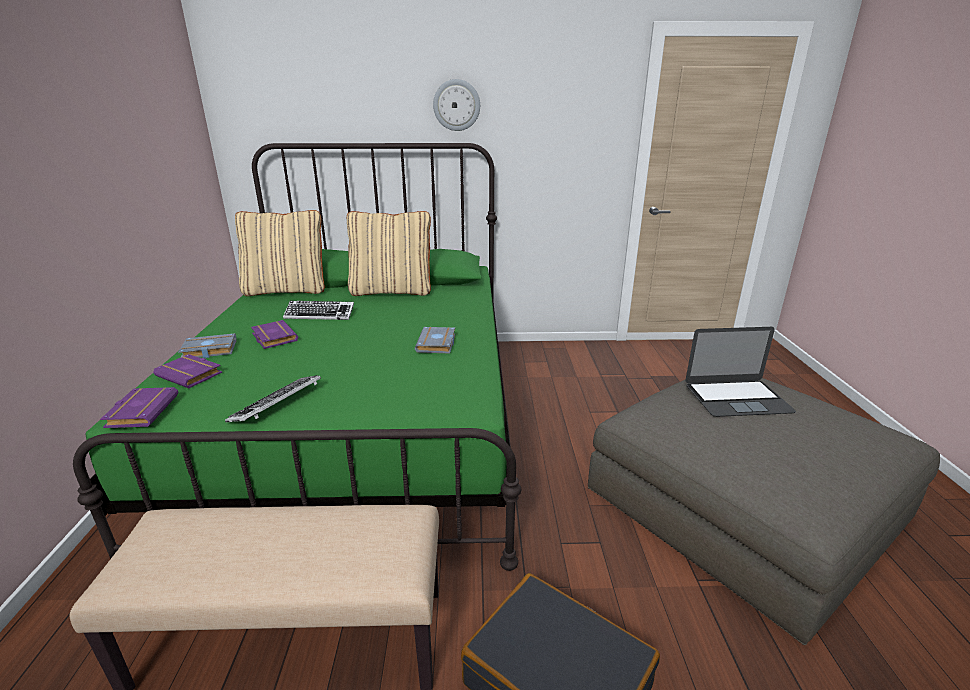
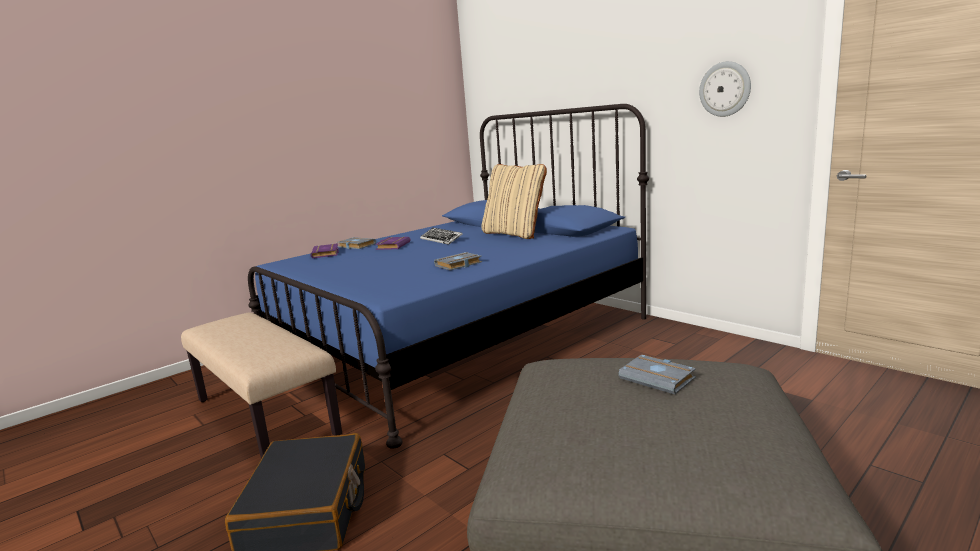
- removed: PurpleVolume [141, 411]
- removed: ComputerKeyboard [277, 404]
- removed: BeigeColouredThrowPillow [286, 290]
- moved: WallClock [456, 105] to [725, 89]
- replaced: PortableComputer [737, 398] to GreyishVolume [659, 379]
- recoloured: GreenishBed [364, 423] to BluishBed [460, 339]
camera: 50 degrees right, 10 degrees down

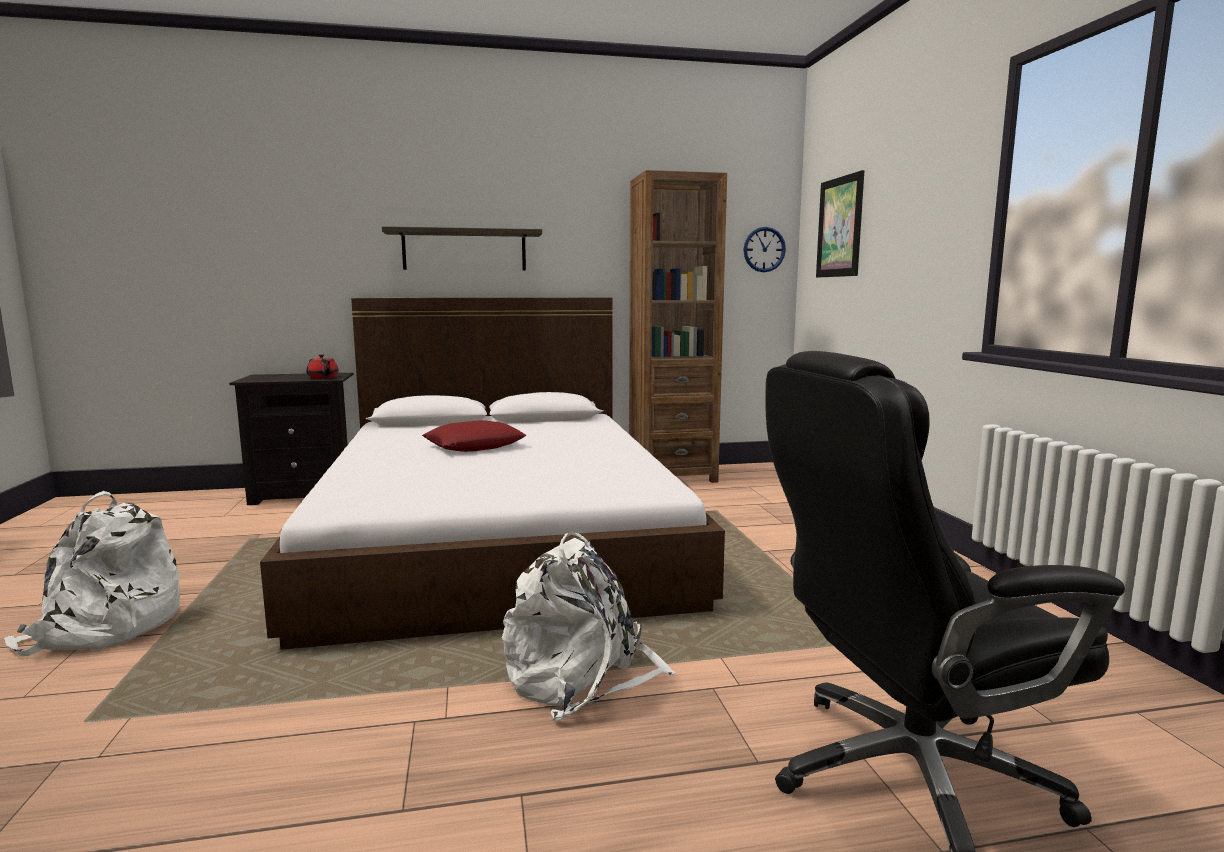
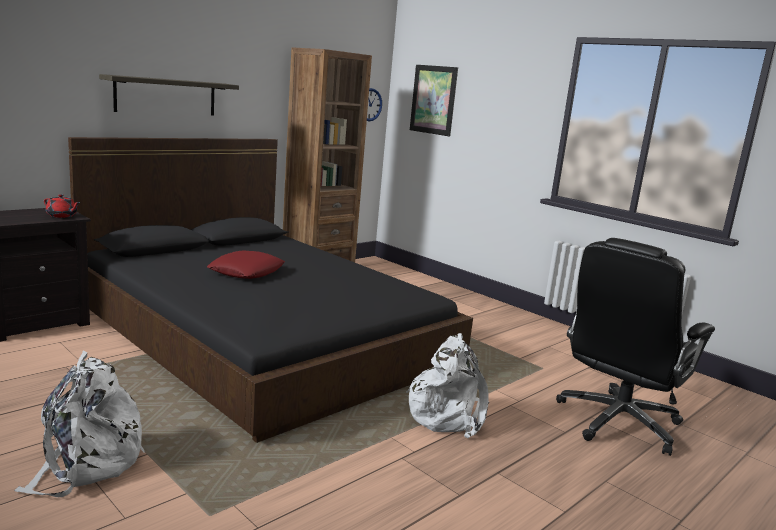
- recoloured: WhiteBed [498, 530] to BlackishBed [262, 334]
camera: 35 degrees left, 5 degrees up

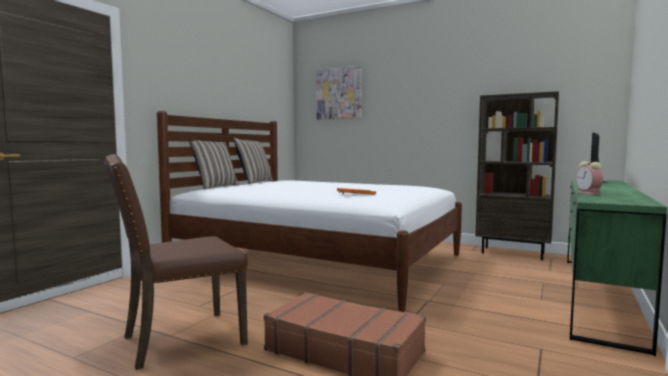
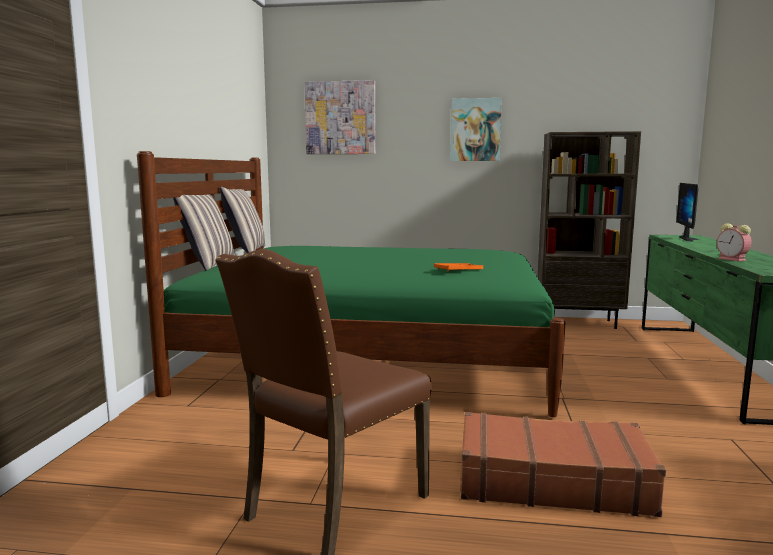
- added: Picture [475, 130]
- recoloured: WhiteBed [318, 261] to GreenishBed [372, 359]
camera: 20 degrees left, 5 degrees up

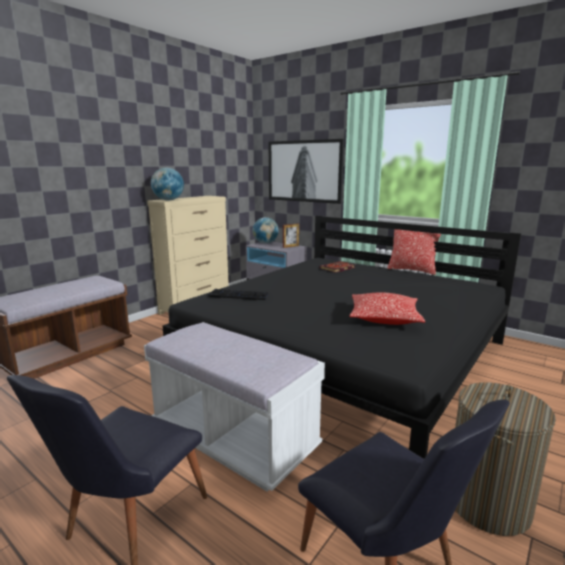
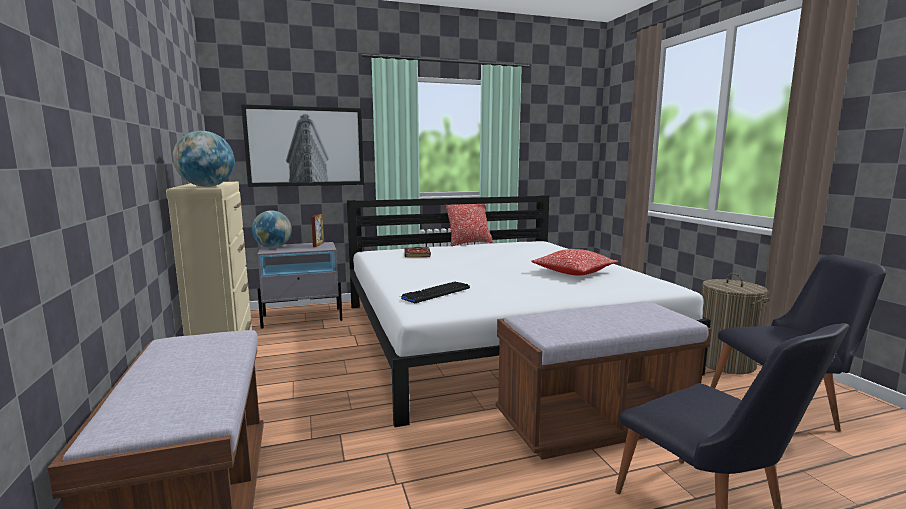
- recoloured: WhiteIndoorBench [233, 439] to BrownishIndoorBench [594, 424]
- recoloured: BlackishBed [346, 355] to WhiteBed [495, 334]
camera: 55 degrees left, 5 degrees down

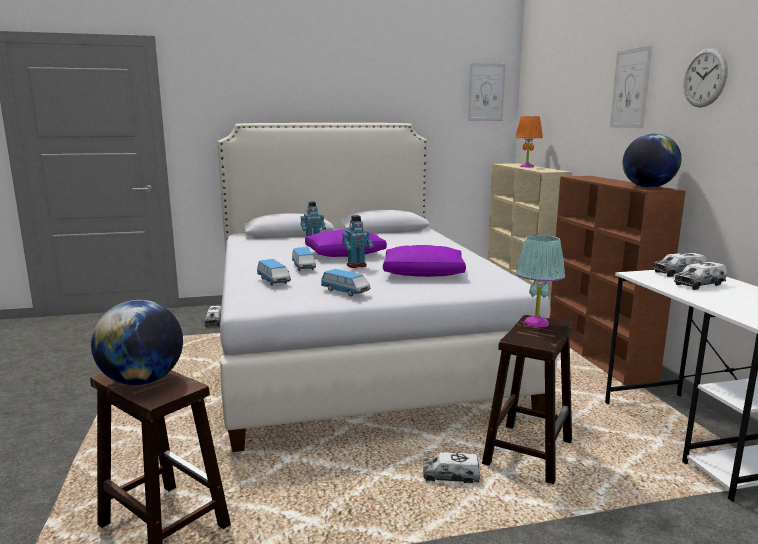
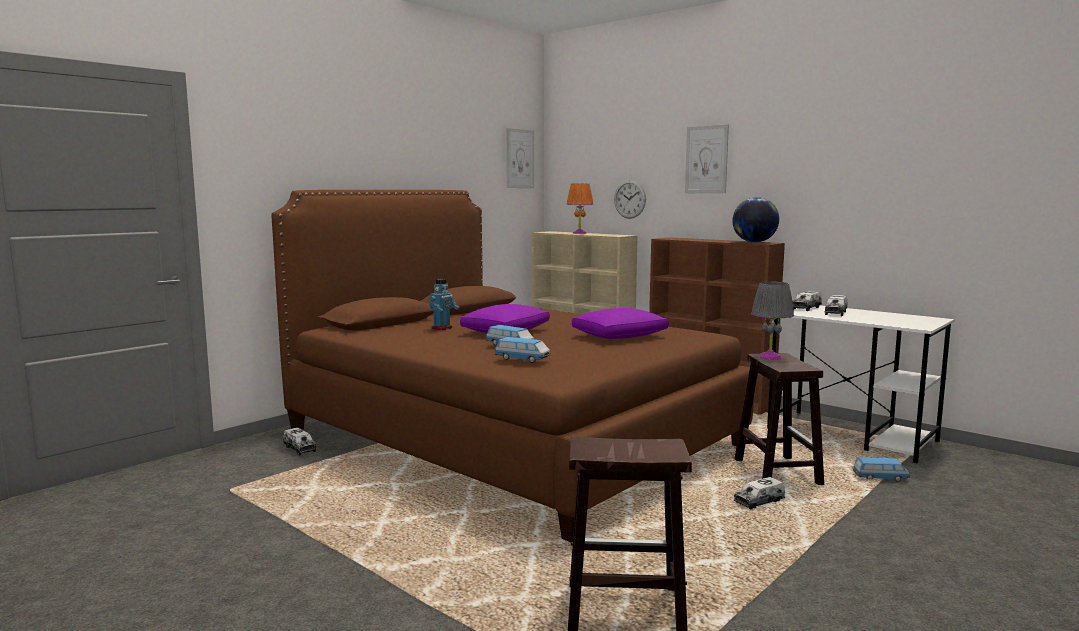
- removed: WorldGlobe [142, 381]
- removed: ToyRobot [356, 265]
- moved: MiniatureCar [345, 292] to [880, 478]
- moved: WallClock [704, 78] to [630, 199]
- recoloured: WhiteBed [354, 347] to BrownishBed [508, 437]
- recoloured: BlueGreenTabletopLamp [537, 323] to GreyishTabletopLamp [770, 357]
camera: 35 degrees left, 5 degrees down

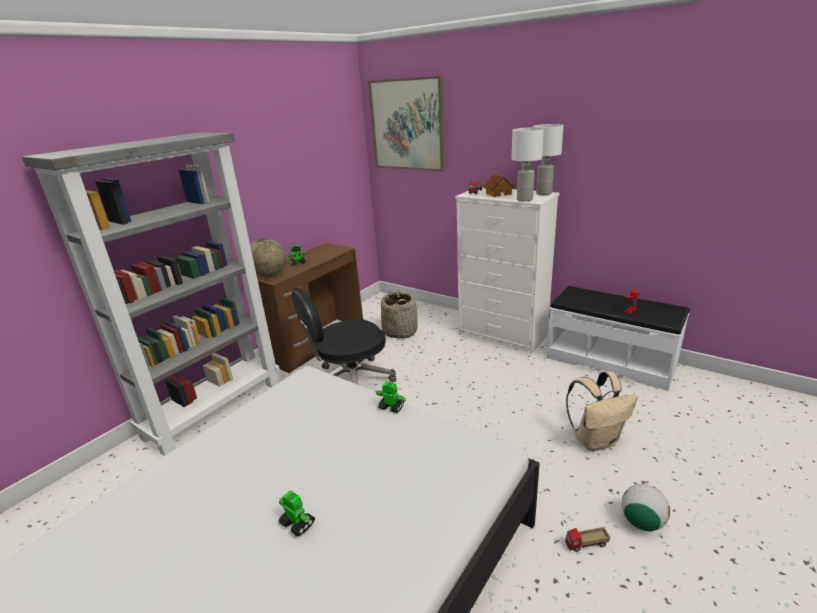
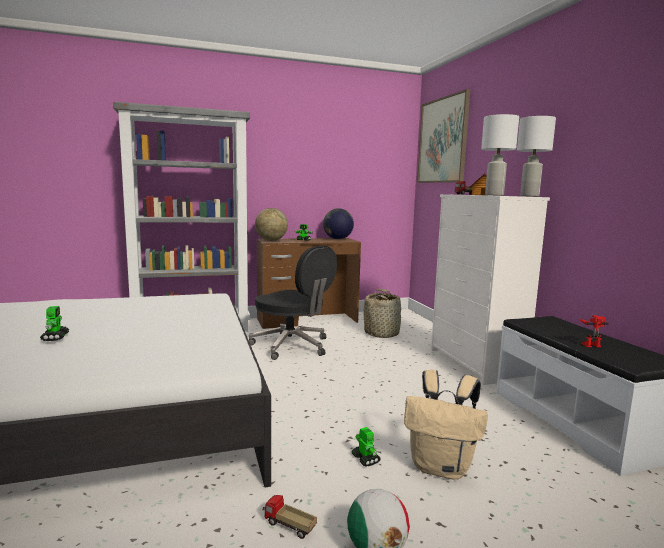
- added: WorldGlobe [337, 239]
- moved: ToyRobot [391, 407] to [365, 459]
- turned: BlackishDeskChair [350, 381] = [292, 346] 150 degrees counterclockwise
camera: 35 degrees right, 15 degrees down

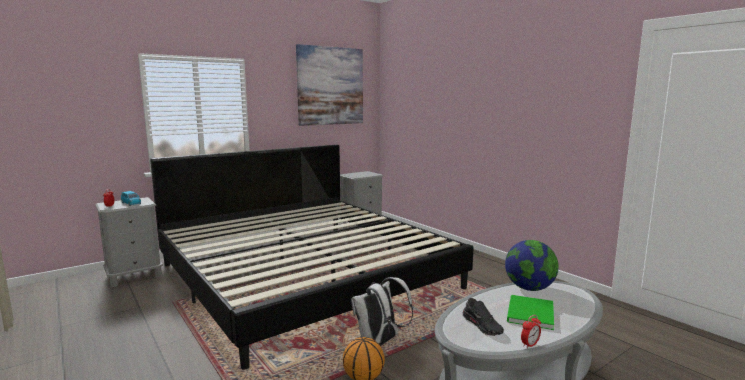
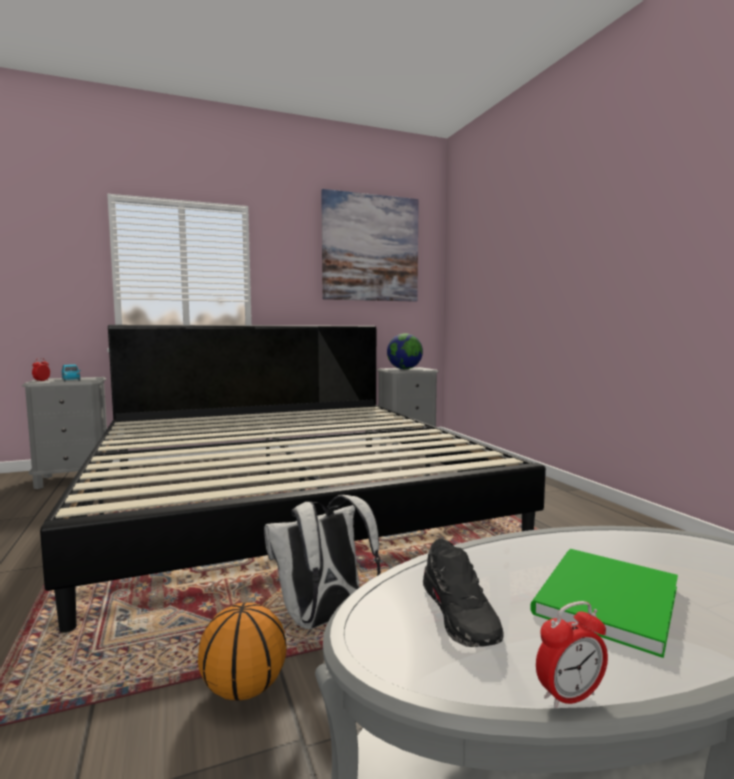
- moved: WorldGlobe [529, 288] to [404, 369]
camera: 15 degrees right, 5 degrees down

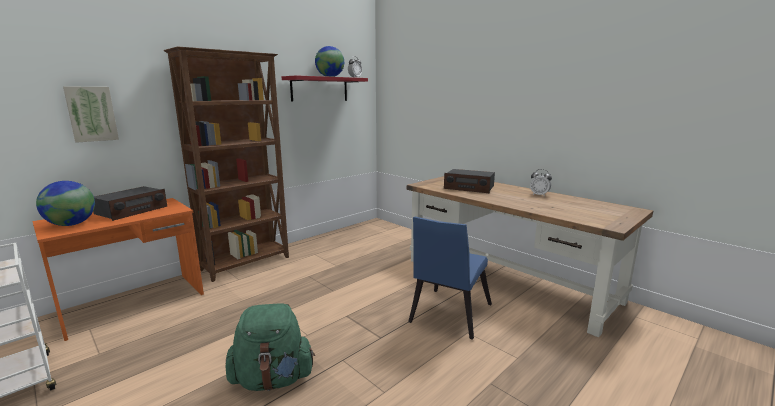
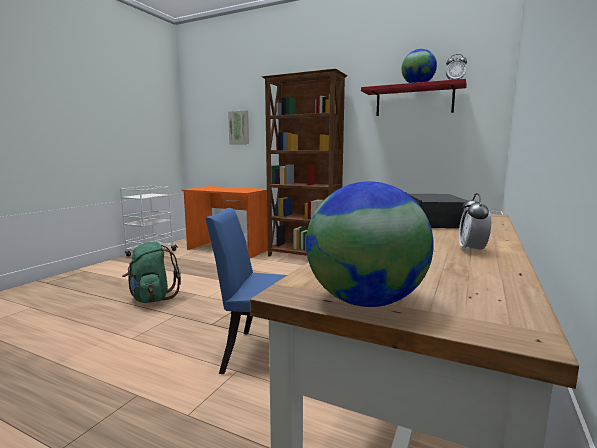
- removed: RadioReceiver [132, 210]
- moved: WorldGlobe [71, 224] to [365, 301]
camera: 70 degrees right, 5 degrees down

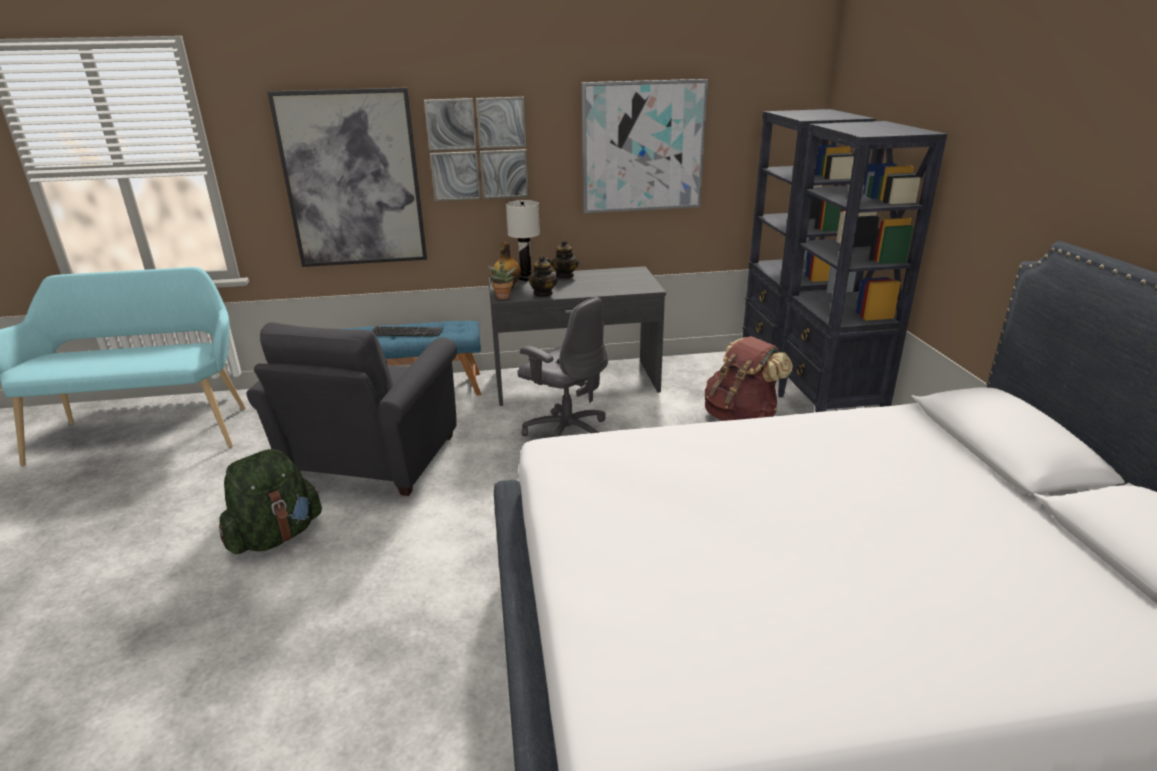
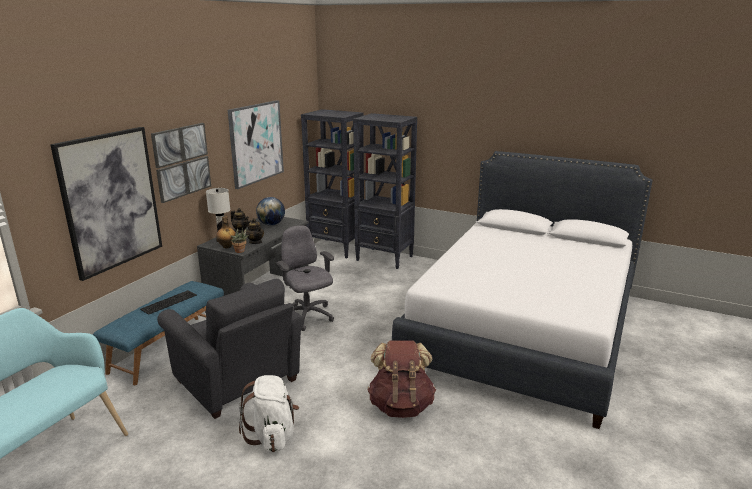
- added: WorldGlobe [271, 224]
- moved: BrownishKnapsack [740, 417] to [401, 405]
- recoloured: GreenishKnapsack [276, 536] to WhiteKnapsack [272, 435]
- turned: GreyishDeskChair [567, 434] = [307, 317] 105 degrees counterclockwise
camera: 55 degrees left, 5 degrees down

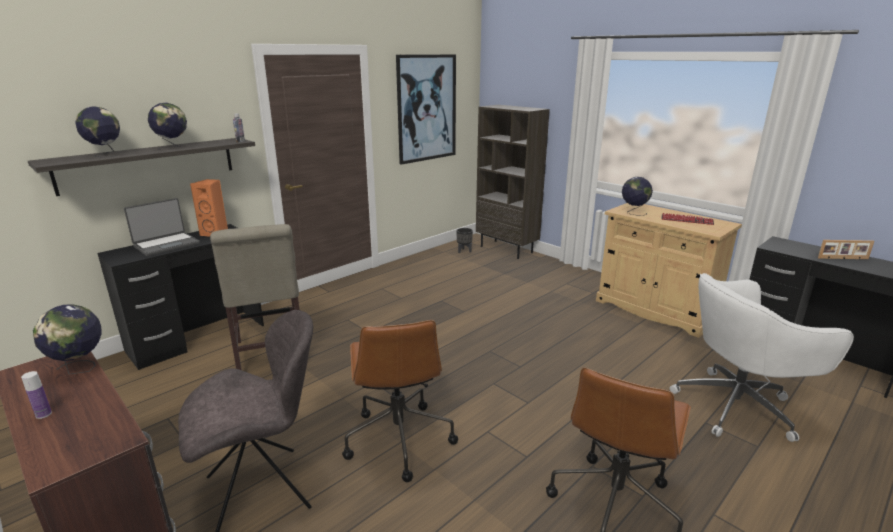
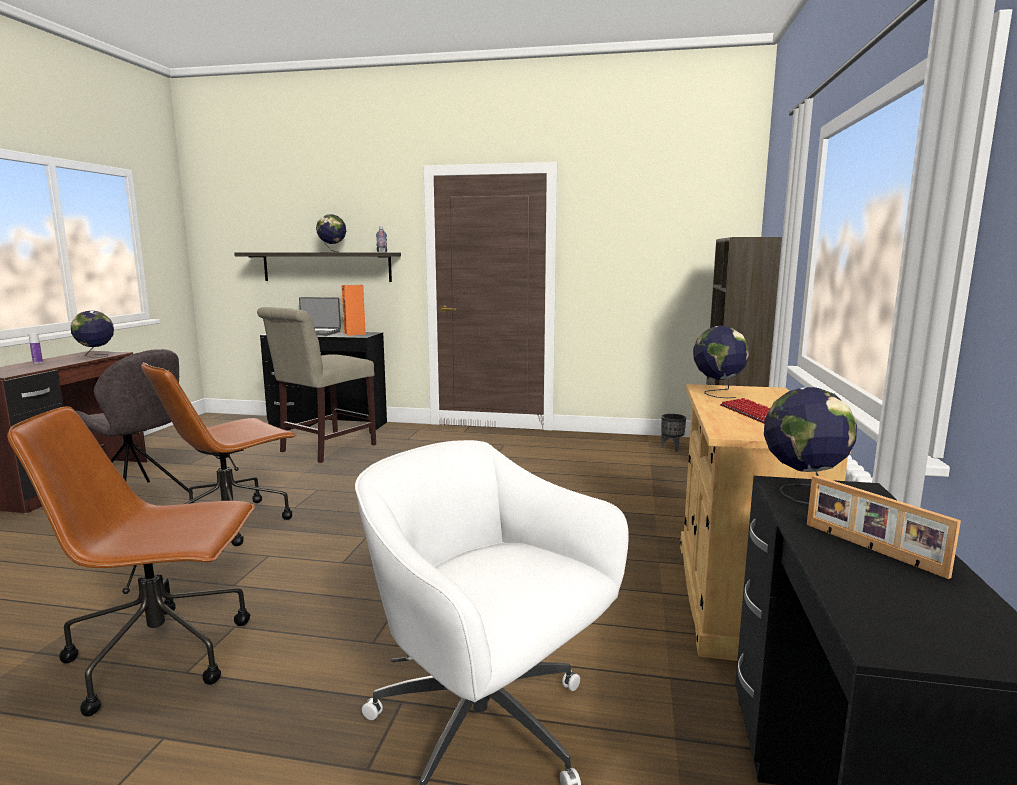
- removed: Picture [427, 108]
- moved: WorldGlobe [105, 155] to [802, 491]
camera: 55 degrees right, 10 degrees down

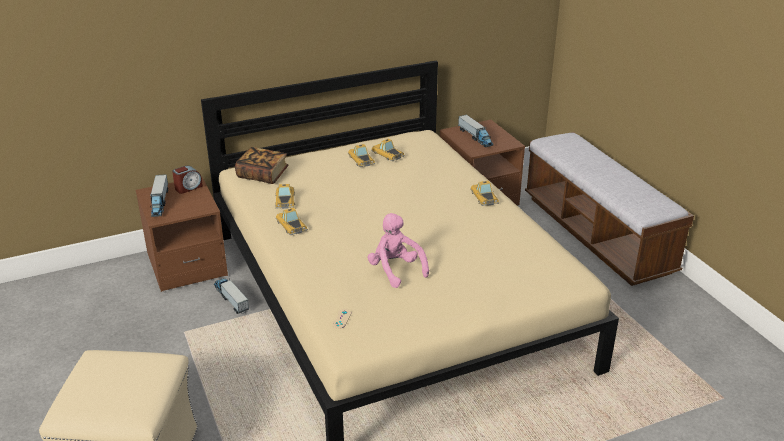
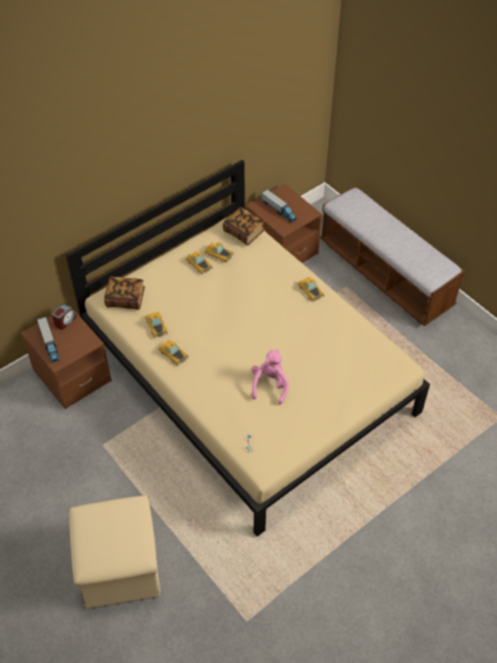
- removed: ToyLorry [231, 299]
- added: Volume [244, 232]
- turned: PinkColouredSoftToy [395, 270] = [270, 385] 60 degrees clockwise
camera: 15 degrees left, 20 degrees up

